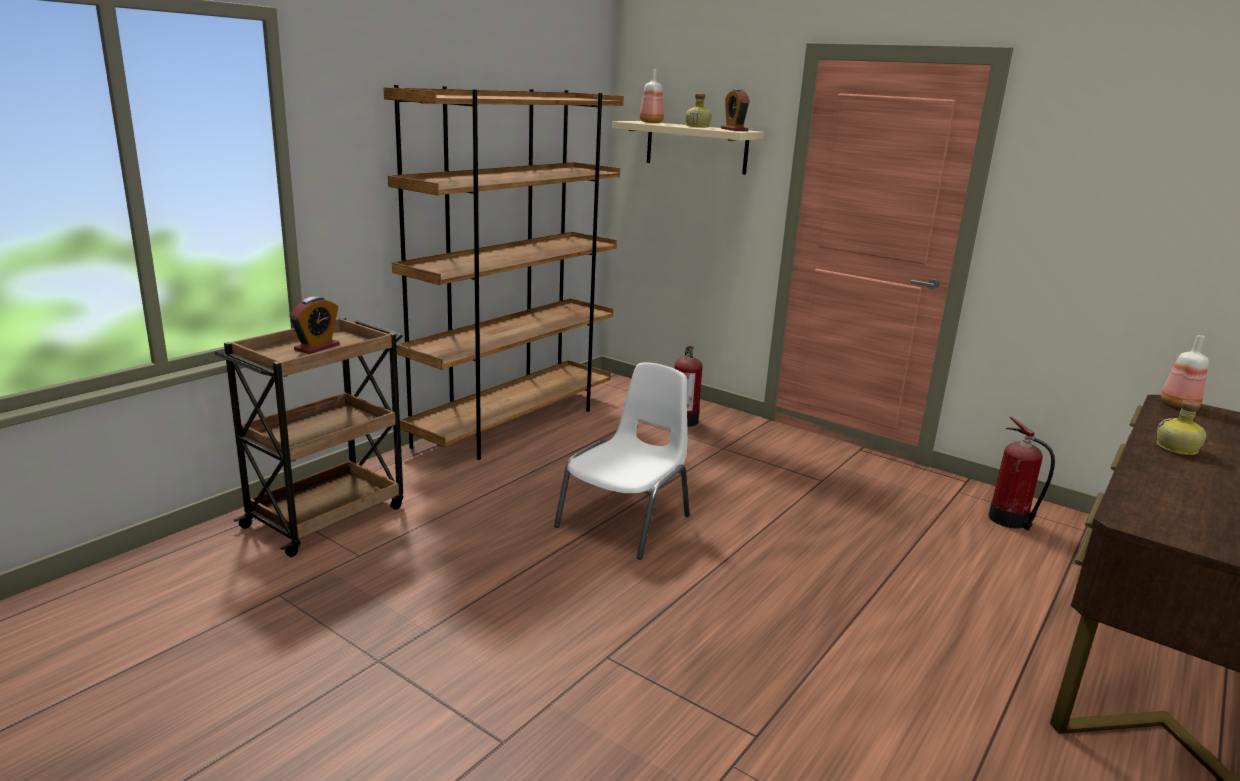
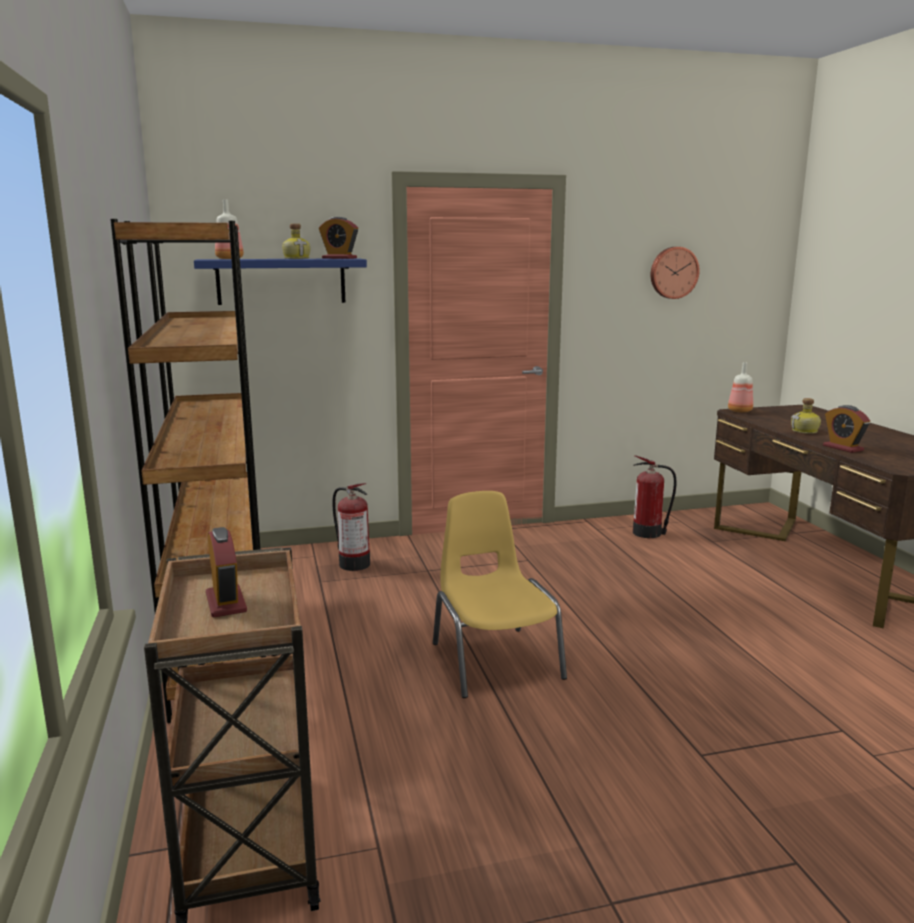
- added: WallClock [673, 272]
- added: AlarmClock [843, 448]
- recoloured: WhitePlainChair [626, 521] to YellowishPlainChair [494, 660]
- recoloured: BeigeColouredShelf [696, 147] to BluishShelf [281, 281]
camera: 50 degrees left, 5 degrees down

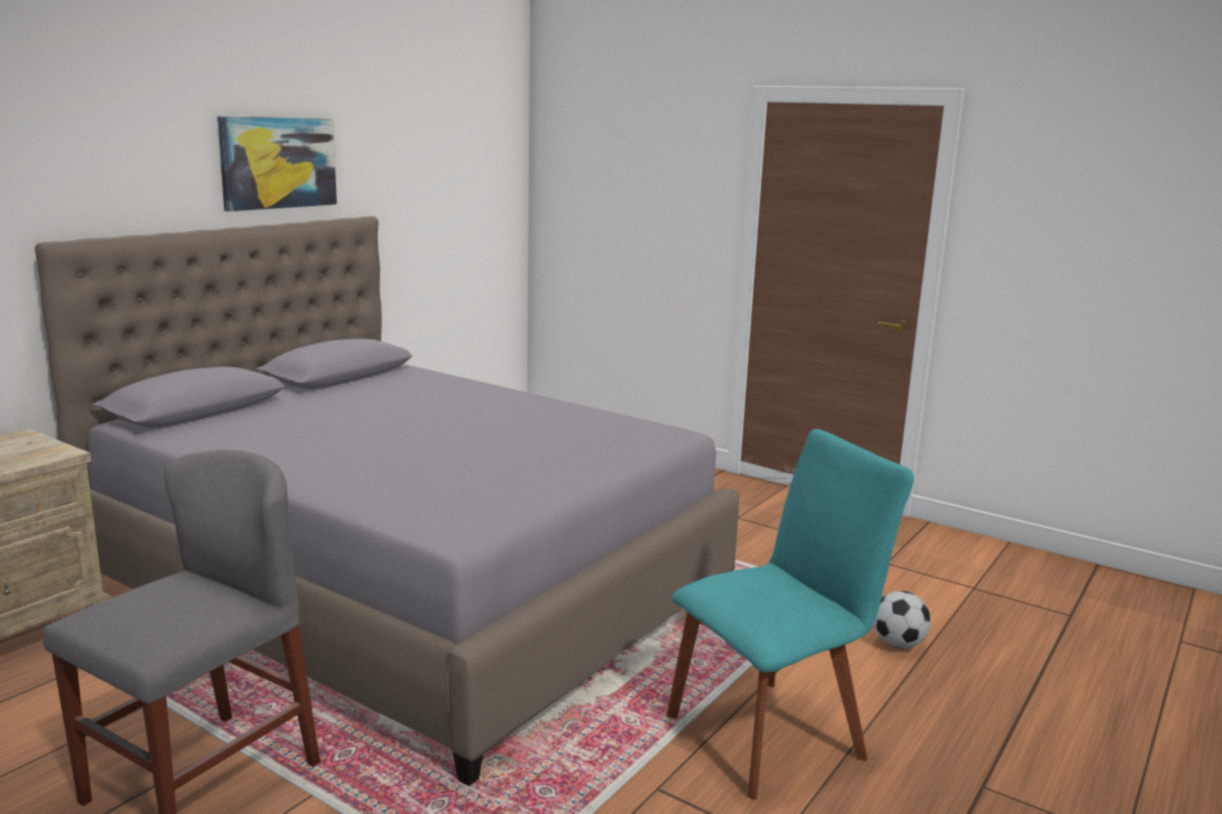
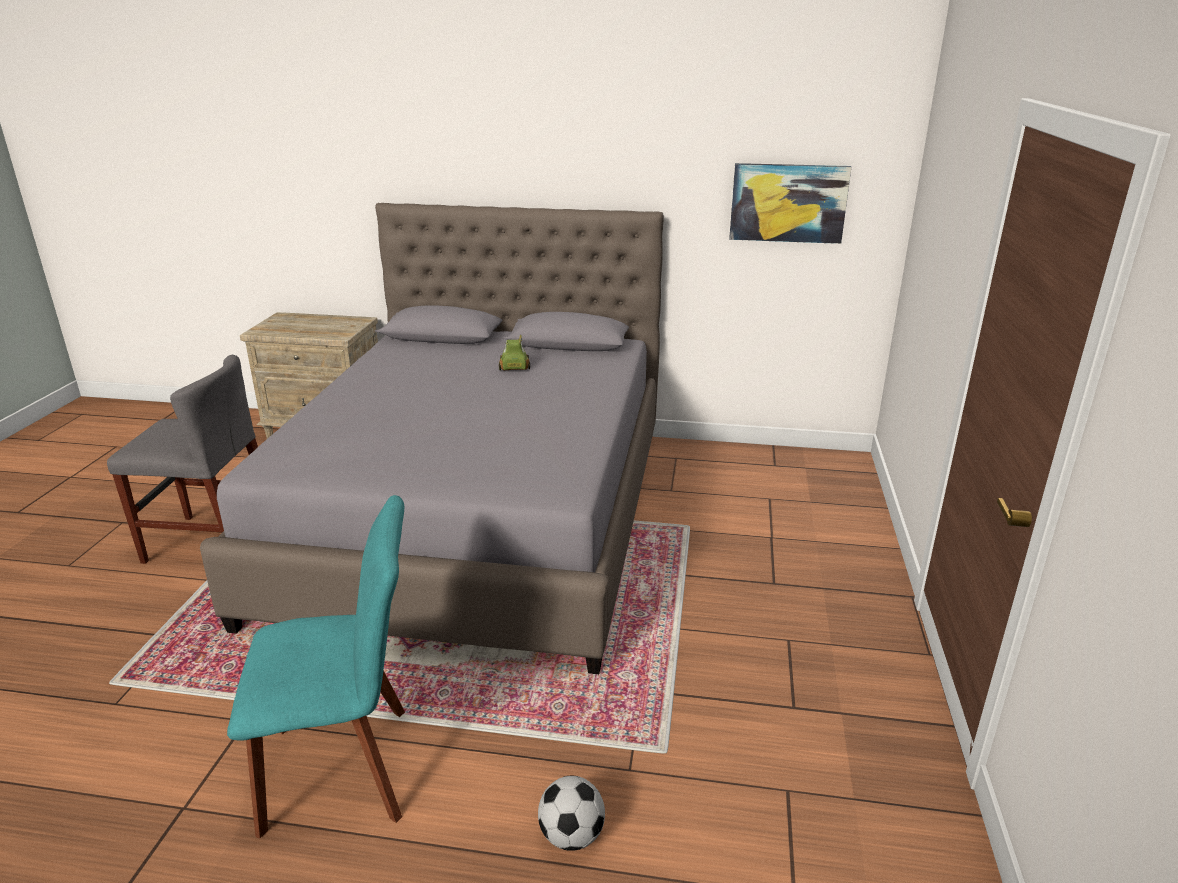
- added: MiniatureCar [514, 366]
- moved: Picture [278, 163] to [788, 203]
- turned: BlueGreenPlainChair [772, 733] = [347, 768] 45 degrees counterclockwise
camera: 65 degrees right, 10 degrees up

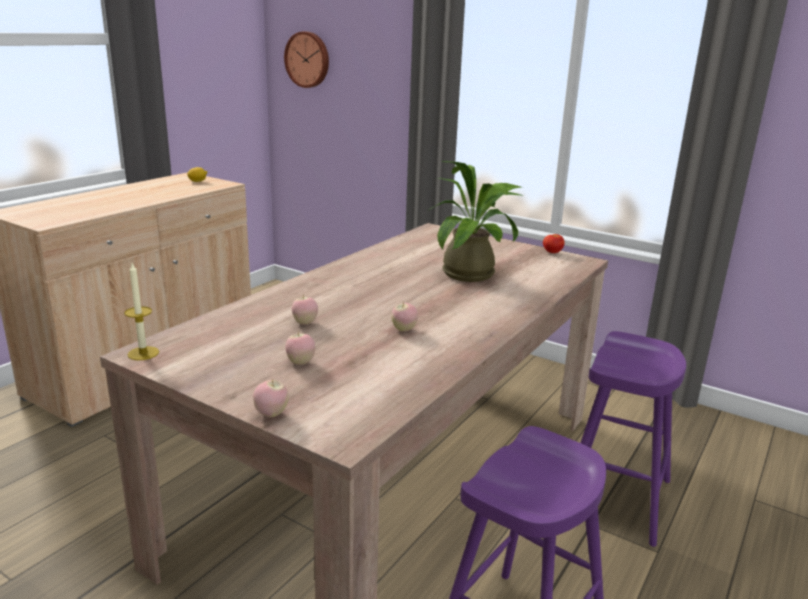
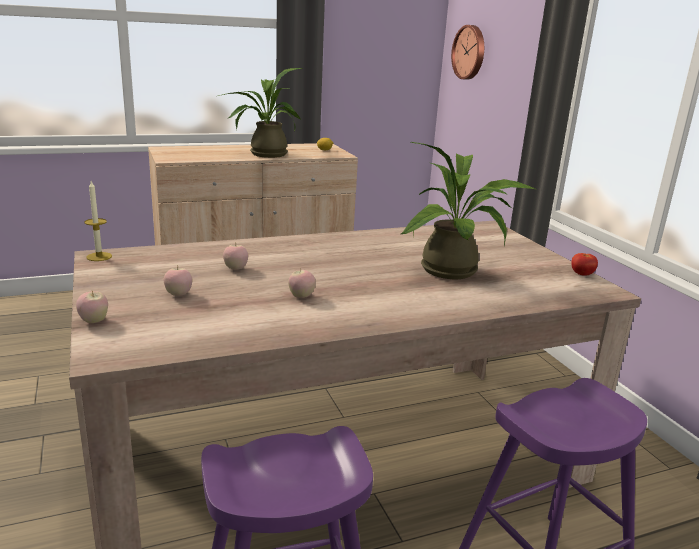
- added: PottedPlant [263, 154]
camera: 35 degrees right, 0 degrees up

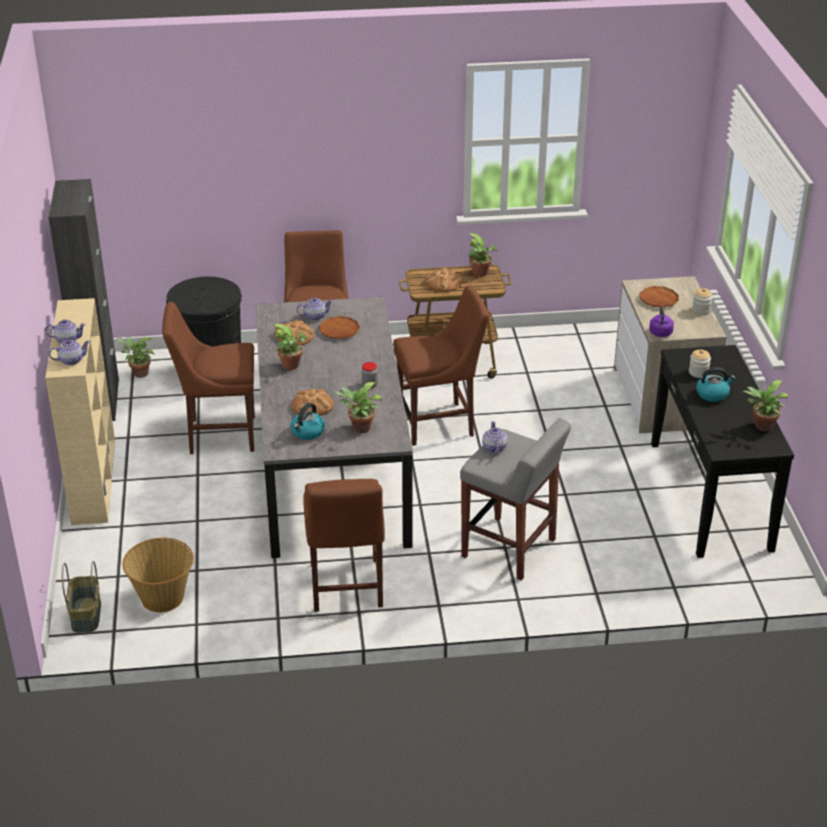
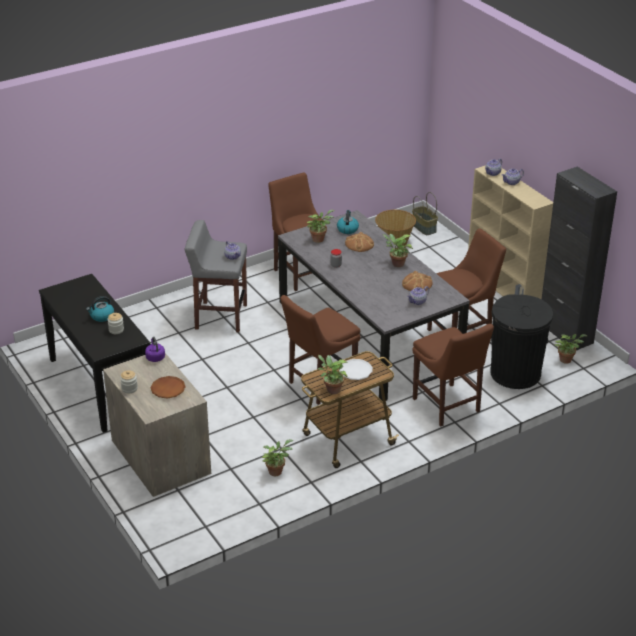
- removed: BrownishFlatDish [339, 330]
- moved: PottedPlant [762, 427] to [276, 471]
- replaced: BakedBread [443, 283] to WhiteFlatDish [355, 371]
camera: 155 degrees right, 0 degrees up

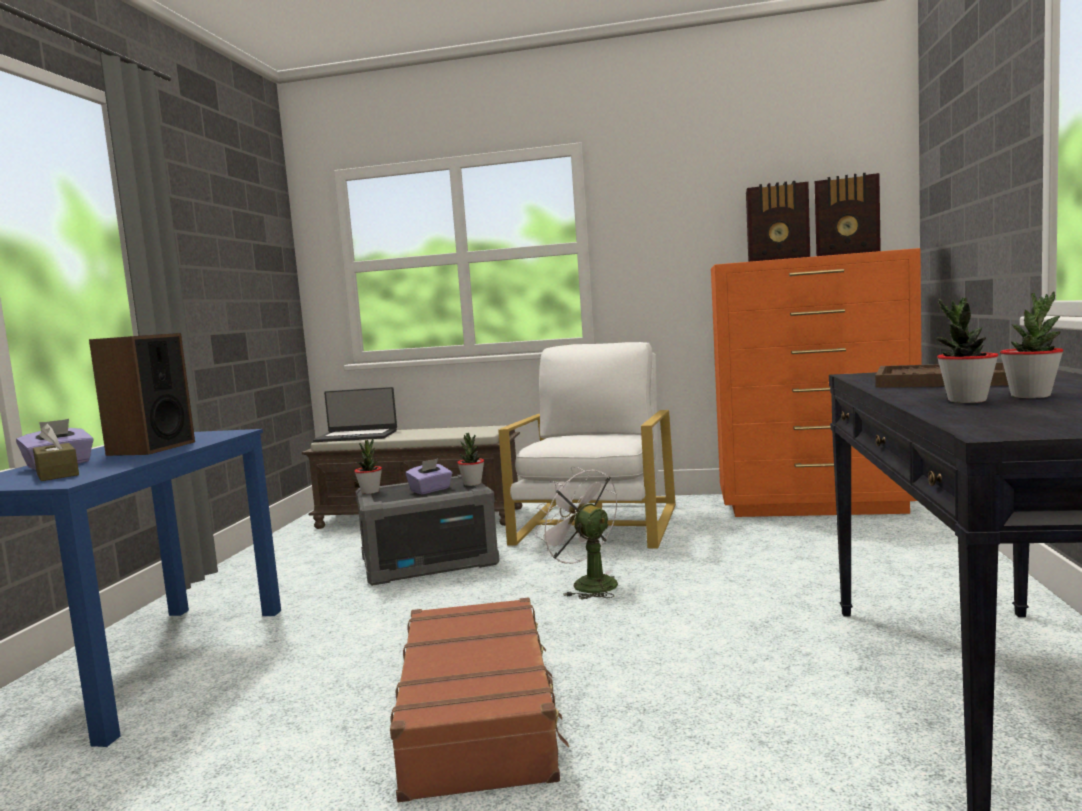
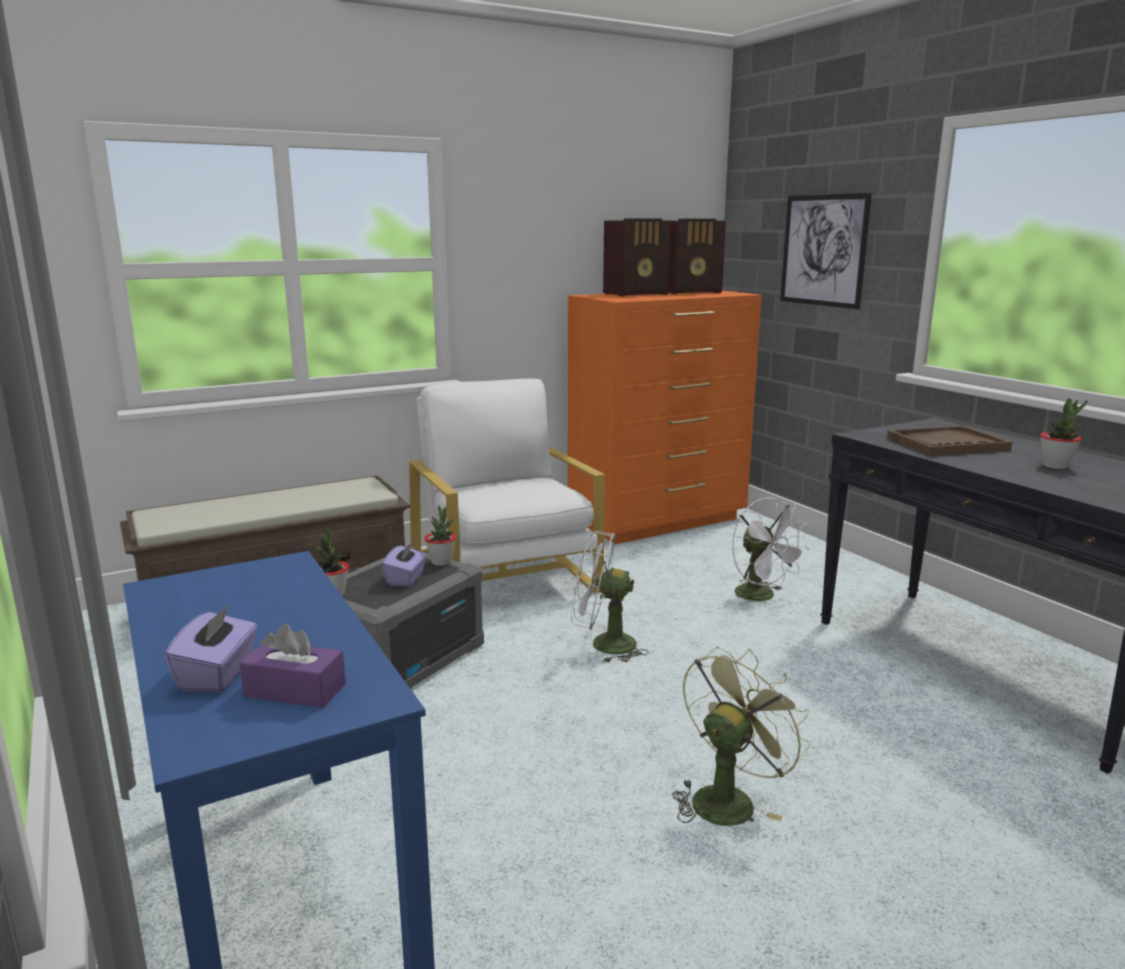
- removed: Speaker [151, 448]
- removed: PortableComputer [356, 436]
- removed: PottedPlant [966, 400]
- added: WhiteCoolingFan [762, 597]
- added: Picture [823, 250]
- replaced: BrownishTravelCase [479, 714] to GreenishCoolingFan [728, 798]
- recoloured: BrownishTissueBox [57, 474] to PurpleTissueBox [295, 690]
camera: 40 degrees left, 10 degrees up

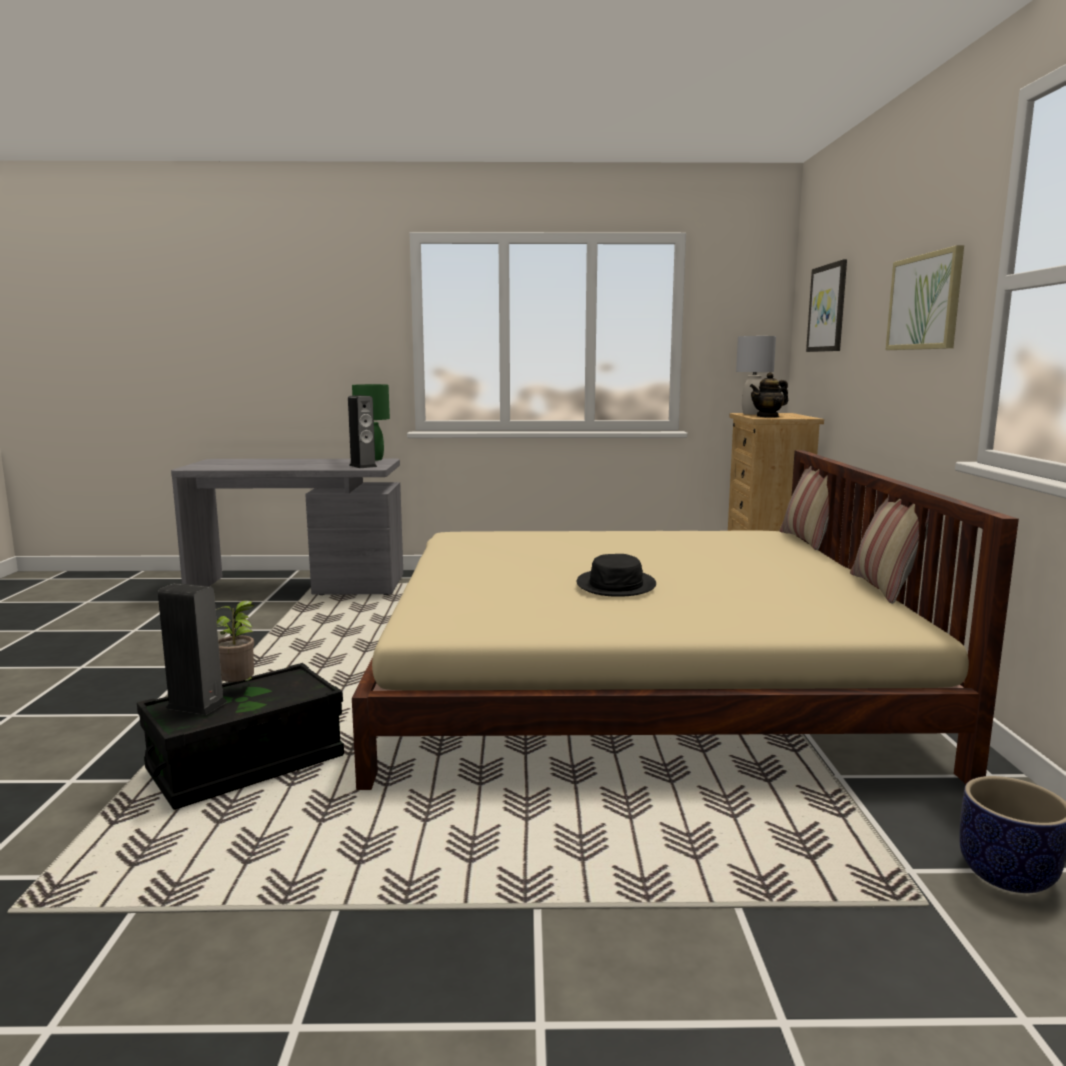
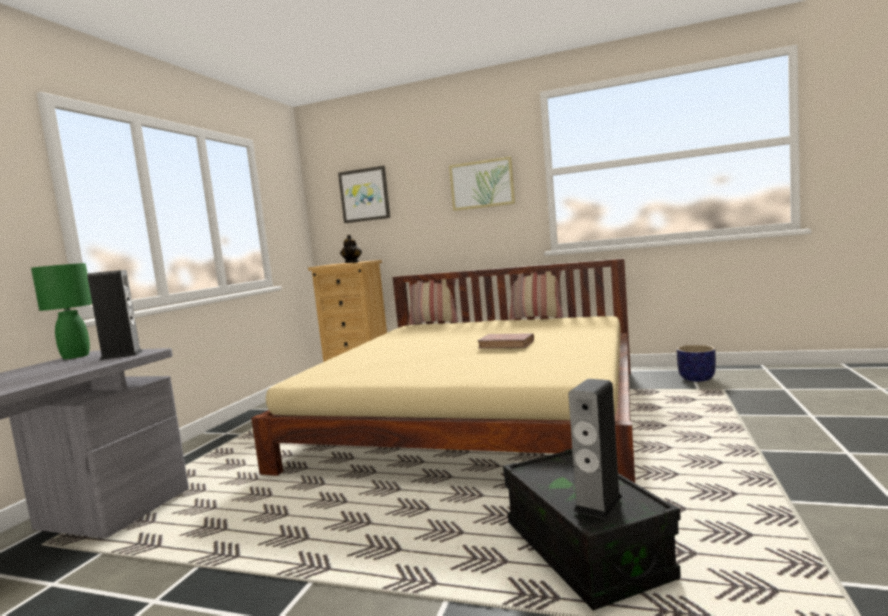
- removed: PottedPlant [240, 688]
- removed: GreyishTabletopLamp [752, 414]
- replaced: BlackishHat [616, 585] to BrownishVolume [506, 344]
camera: 70 degrees left, 5 degrees down

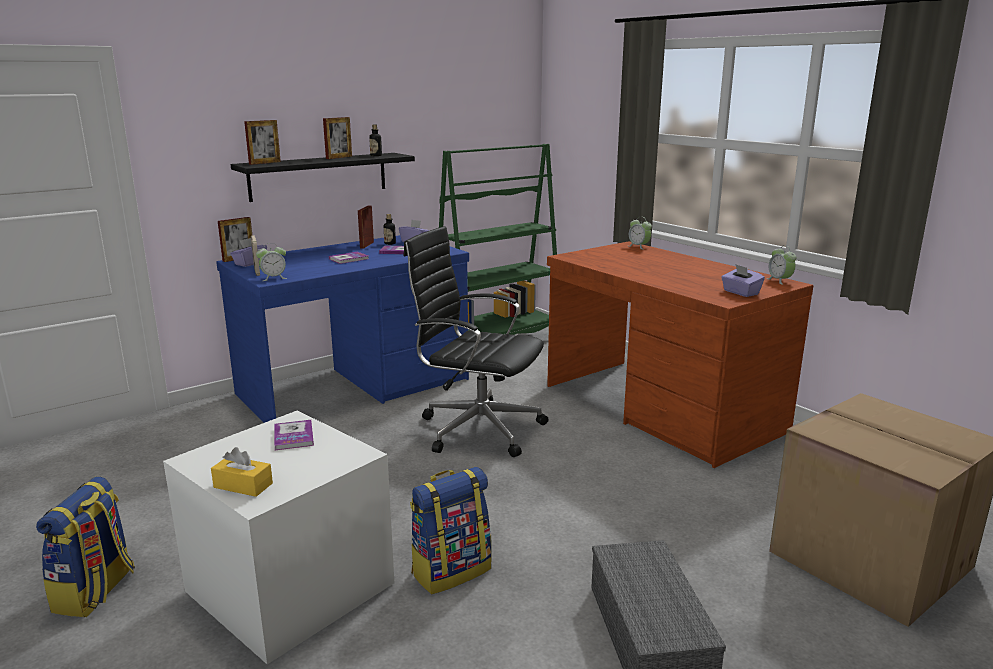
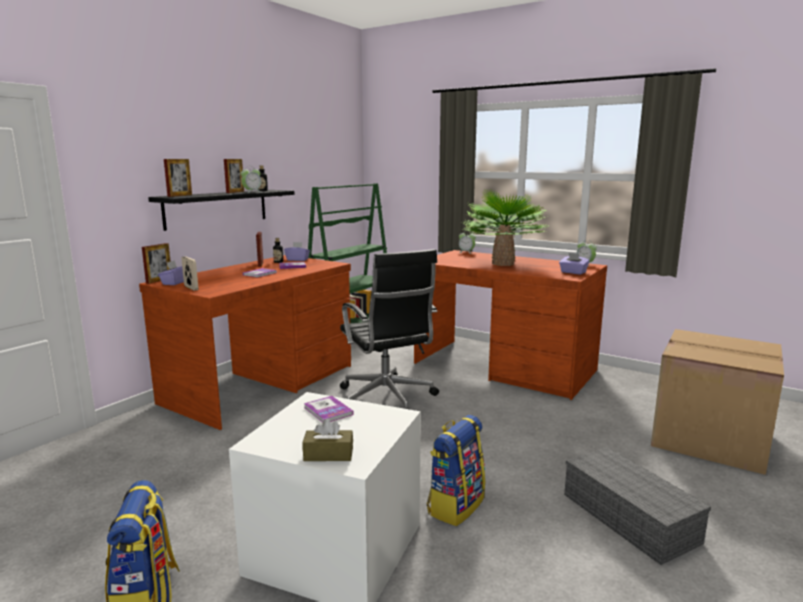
- added: PottedPlant [503, 263]
- moved: AlarmClock [273, 278] to [252, 192]
- recoloured: YellowishTissueBox [243, 485] to BrownishTissueBox [328, 454]
- recoloured: BluishDeskUnit [355, 387] to BrownishDeskUnit [262, 384]
- turned: BlackishDeskChair [477, 428] = [387, 399] 120 degrees counterclockwise
camera: 20 degrees left, 5 degrees down

